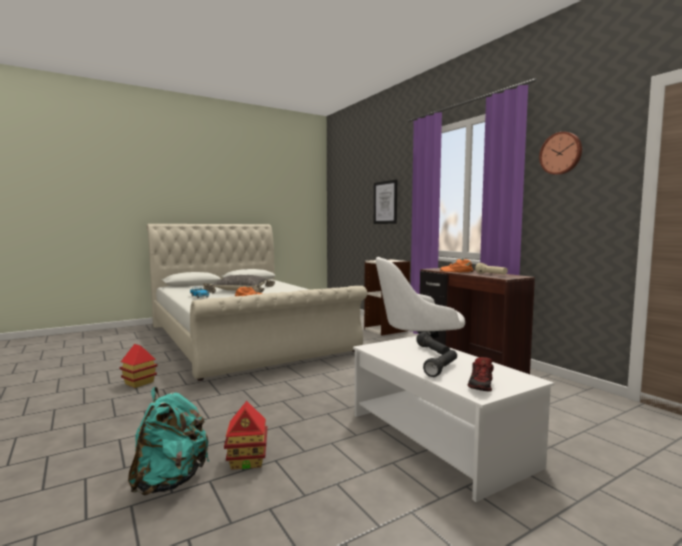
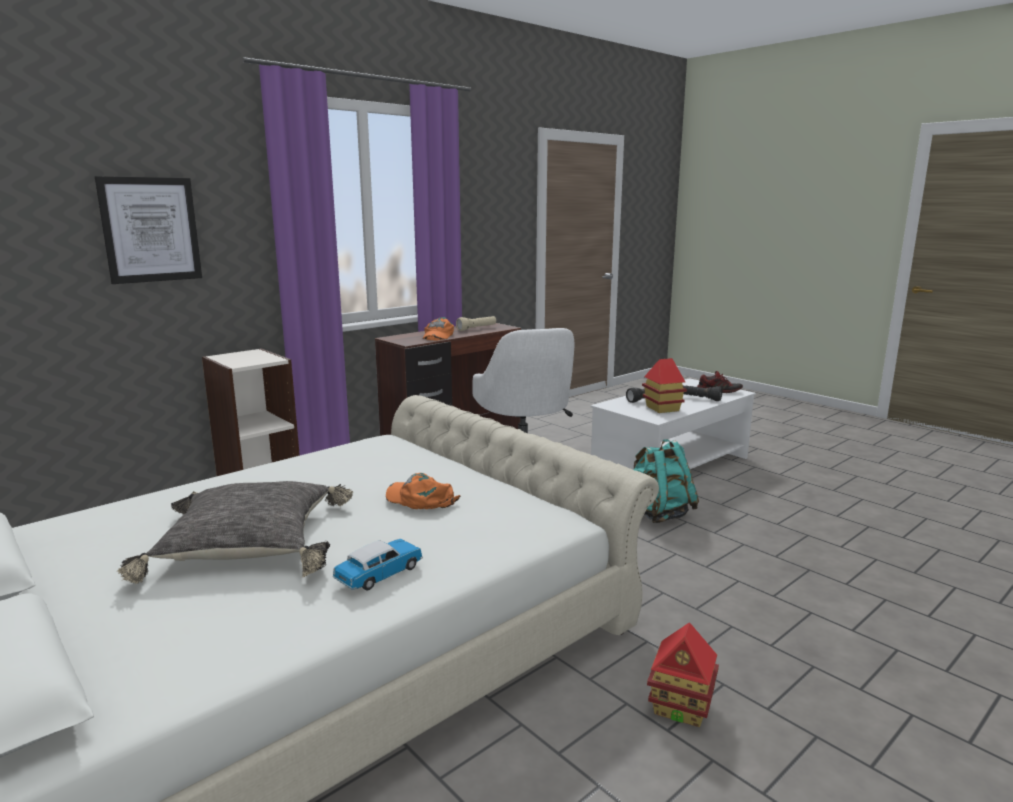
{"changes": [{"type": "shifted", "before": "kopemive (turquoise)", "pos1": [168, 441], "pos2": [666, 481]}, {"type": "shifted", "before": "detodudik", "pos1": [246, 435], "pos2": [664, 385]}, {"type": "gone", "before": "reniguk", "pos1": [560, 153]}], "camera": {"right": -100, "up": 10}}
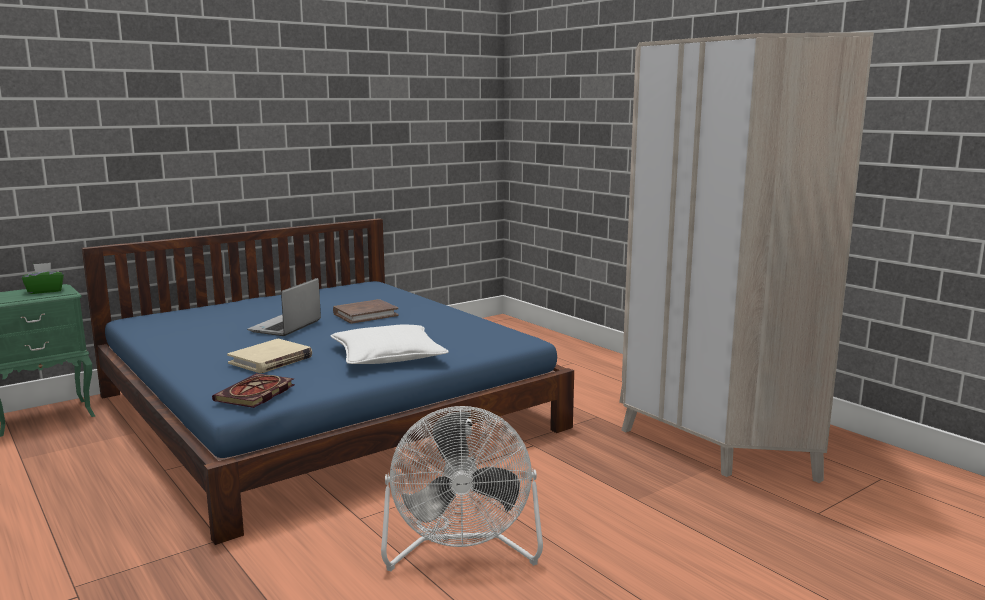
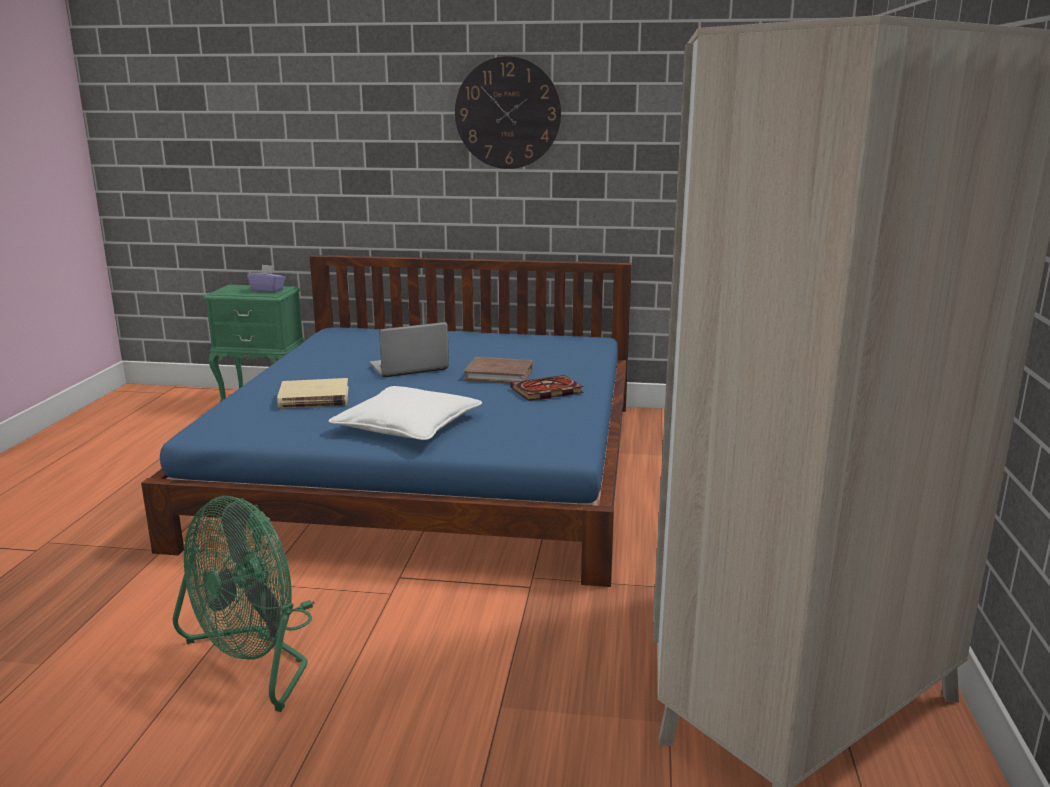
{"changes": [{"type": "repainted", "before": "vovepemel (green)", "after": "vovepemel (purple)", "pos1": [43, 278], "pos2": [266, 279]}, {"type": "shifted", "before": "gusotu", "pos1": [253, 390], "pos2": [547, 388]}, {"type": "repainted", "before": "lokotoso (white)", "after": "lokotoso (green)", "pos1": [462, 488], "pos2": [244, 604]}, {"type": "new", "after": "reniguk", "pos2": [508, 112]}], "camera": {"right": 45, "up": 5}}
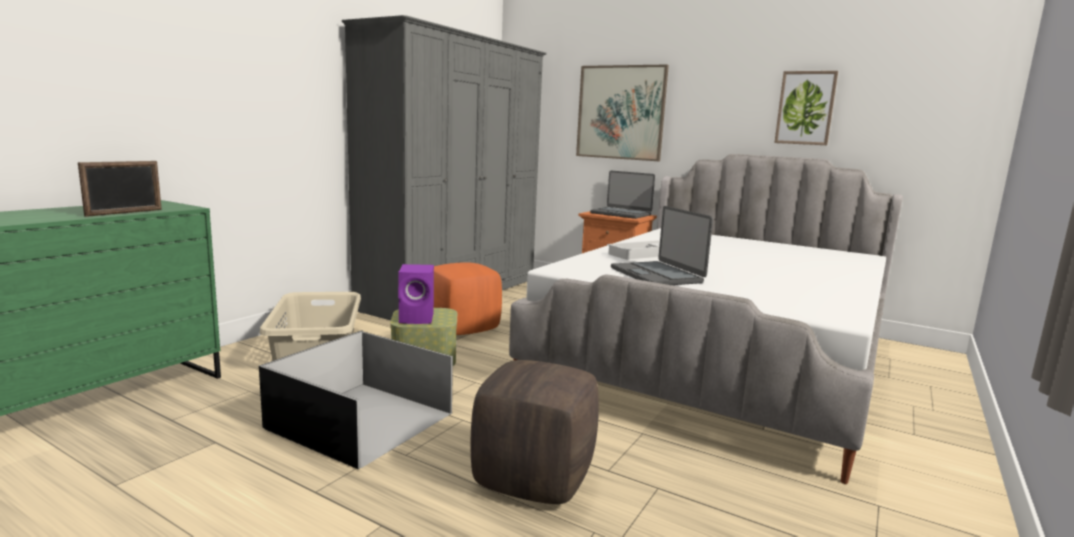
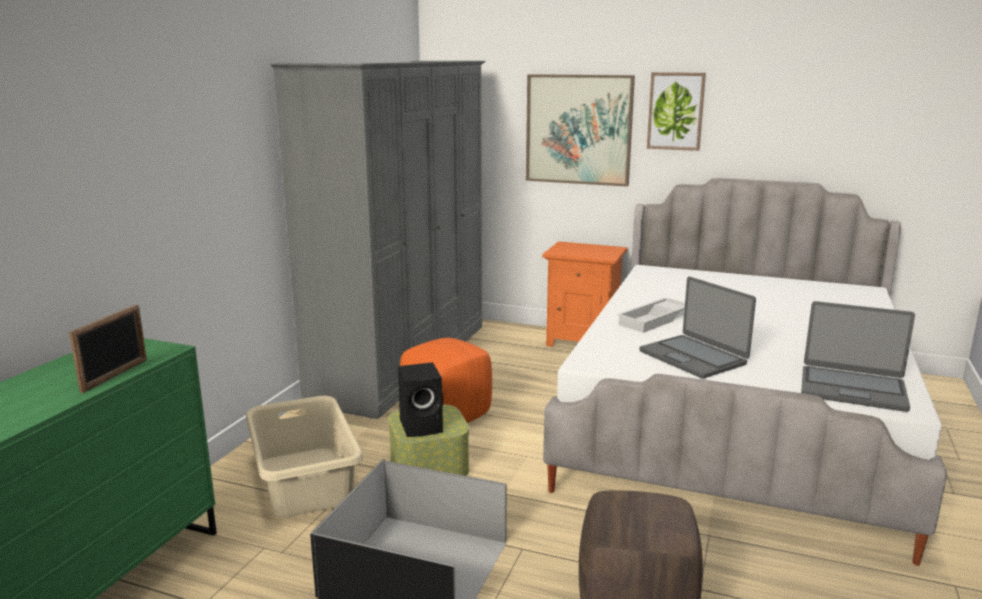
{"changes": [{"type": "repainted", "before": "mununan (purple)", "after": "mununan (black)", "pos1": [416, 294], "pos2": [420, 399]}, {"type": "shifted", "before": "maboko", "pos1": [622, 195], "pos2": [858, 356]}, {"type": "shifted", "before": "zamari", "pos1": [806, 108], "pos2": [676, 111]}], "camera": {"right": -10, "up": 5}}
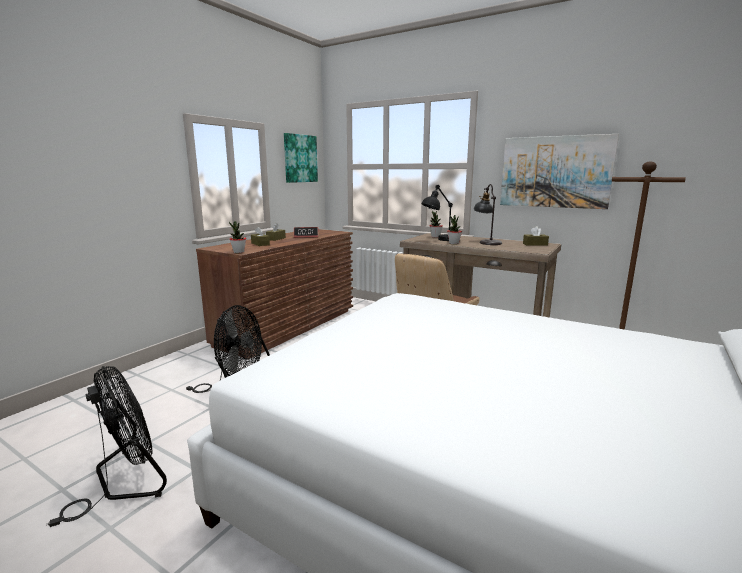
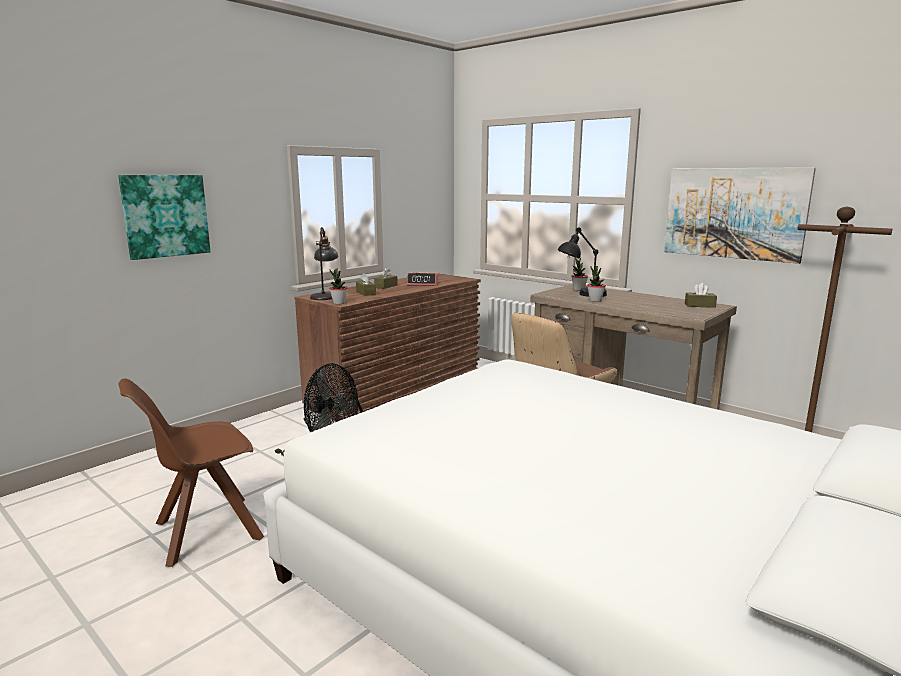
{"changes": [{"type": "swapped", "before": "lokotoso (black)", "after": "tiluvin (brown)", "pos1": [106, 446], "pos2": [191, 472]}, {"type": "shifted", "before": "zamari", "pos1": [301, 158], "pos2": [164, 217]}, {"type": "shifted", "before": "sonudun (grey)", "pos1": [488, 214], "pos2": [324, 263]}], "camera": {"right": 10, "up": 0}}
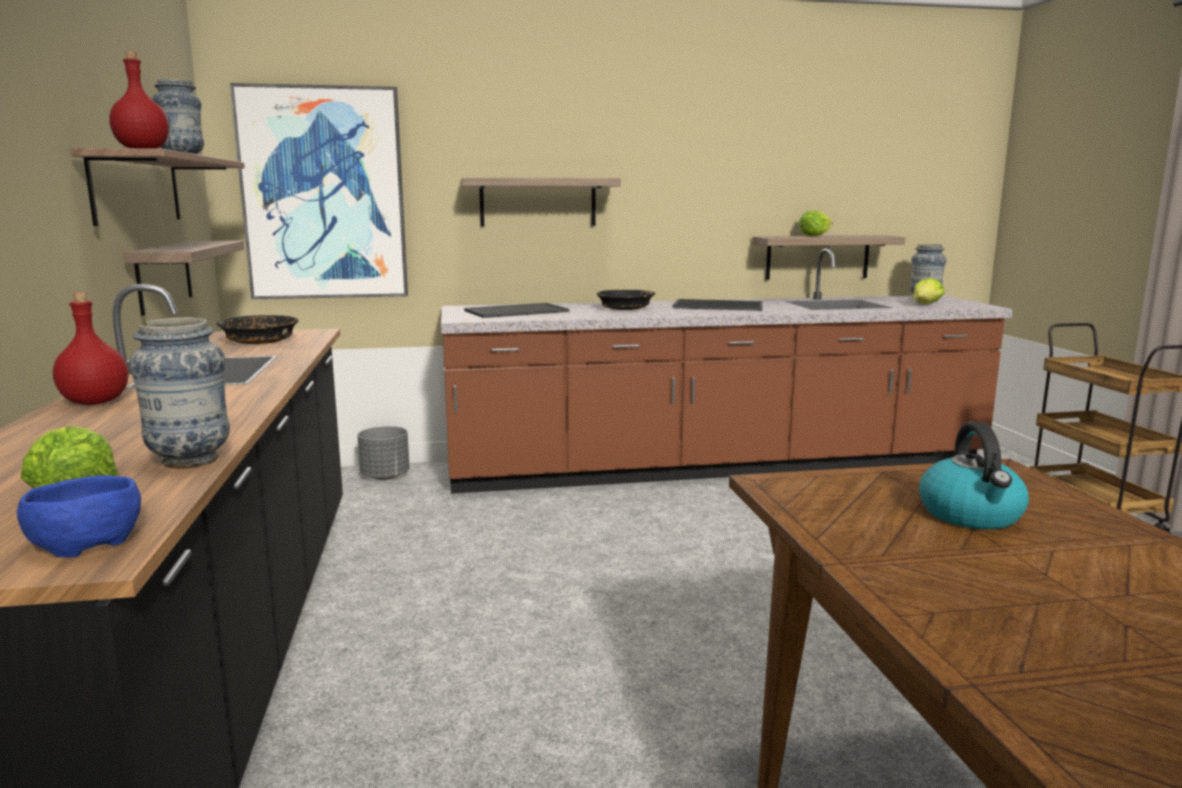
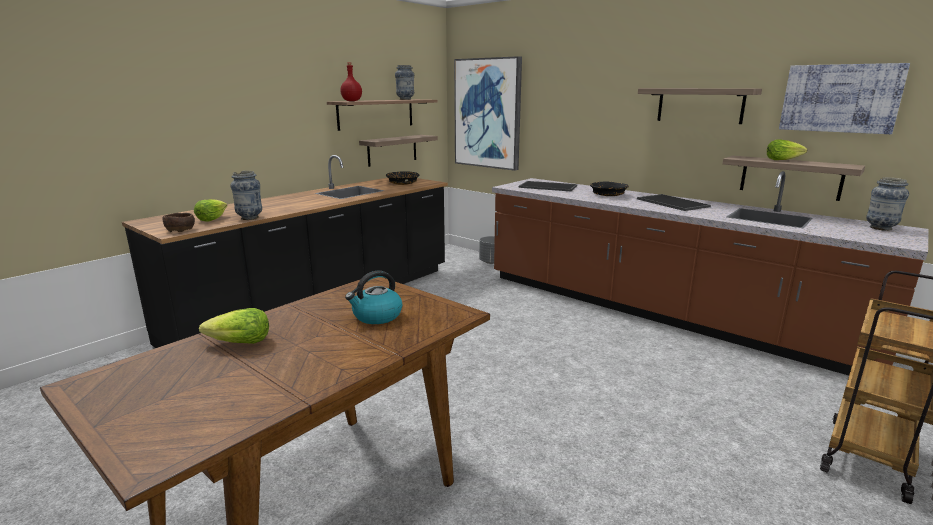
{"changes": [{"type": "repainted", "before": "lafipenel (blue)", "after": "lafipenel (brown)", "pos1": [79, 516], "pos2": [179, 222]}, {"type": "gone", "before": "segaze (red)", "pos1": [90, 348]}, {"type": "shifted", "before": "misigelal", "pos1": [541, 201], "pos2": [700, 106]}, {"type": "shifted", "before": "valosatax", "pos1": [929, 291], "pos2": [234, 326]}, {"type": "new", "after": "zamari", "pos2": [844, 98]}], "camera": {"right": 50, "up": 5}}
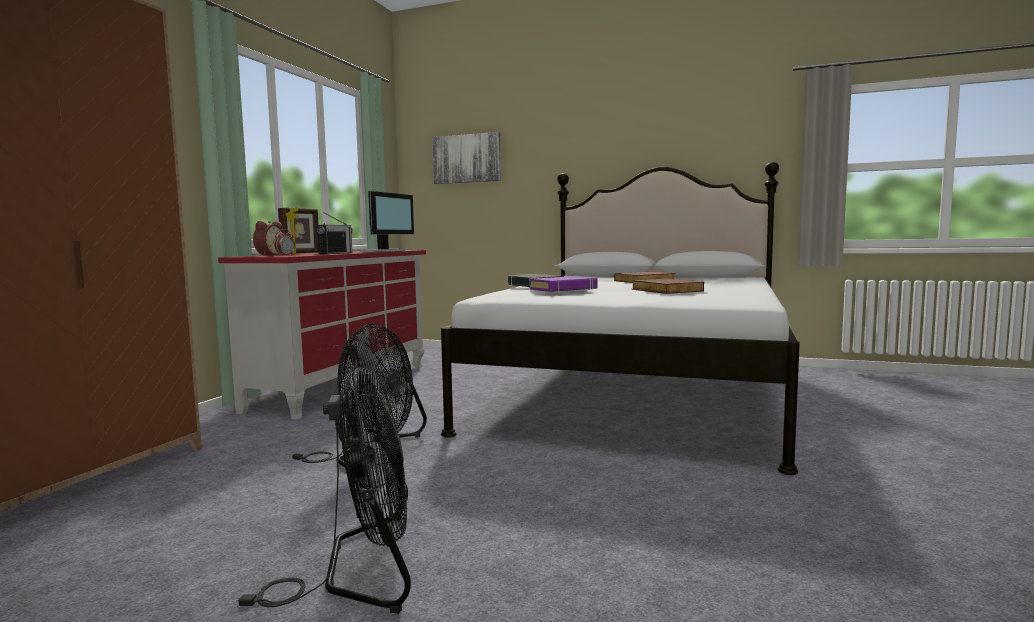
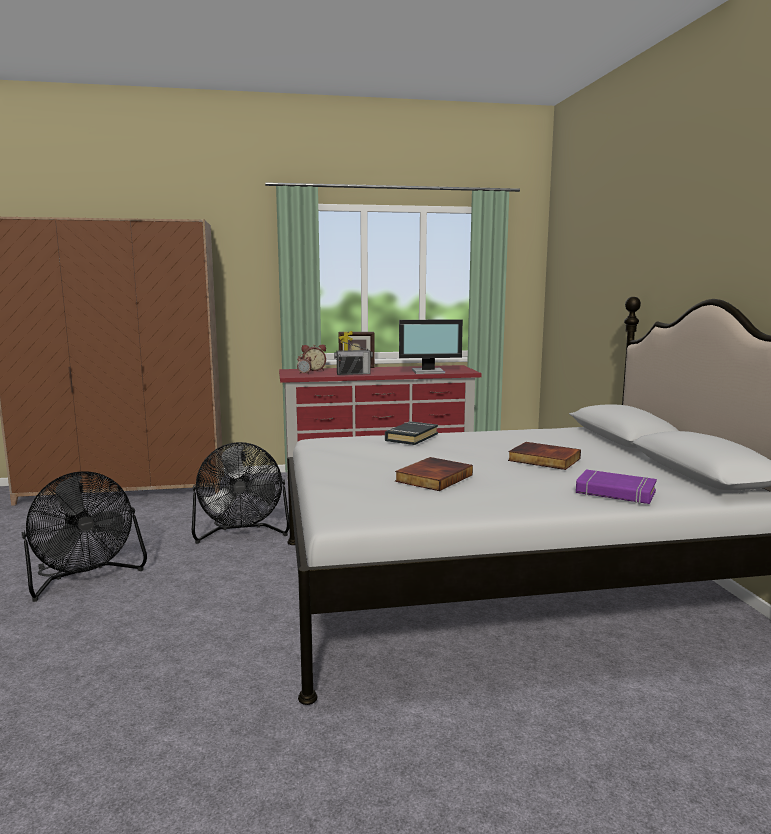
{"changes": [{"type": "gone", "before": "zamari", "pos1": [466, 158]}, {"type": "shifted", "before": "gusotu (purple)", "pos1": [563, 284], "pos2": [616, 486]}], "camera": {"right": 60, "up": 5}}
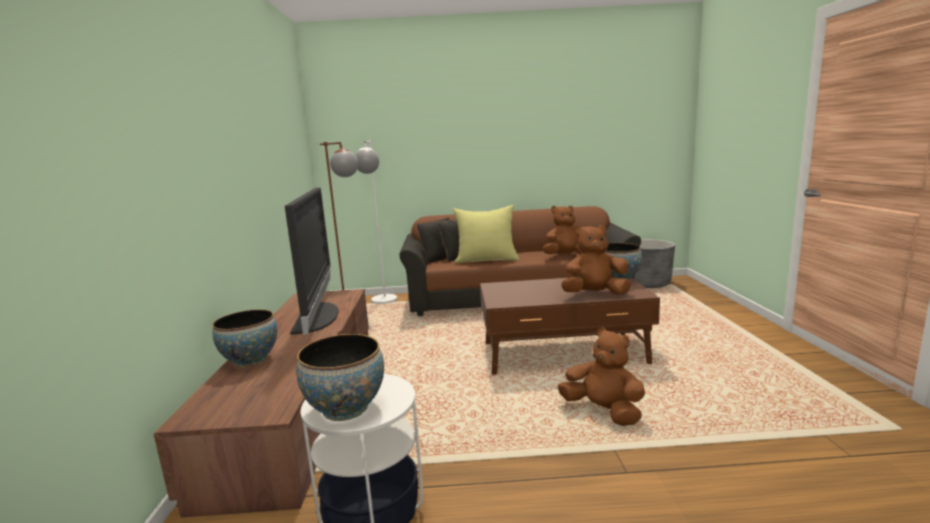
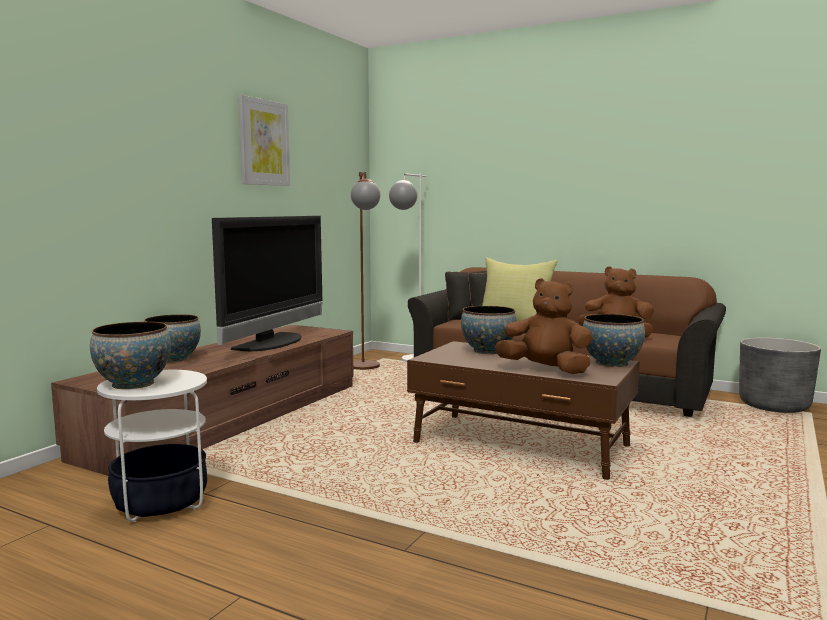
{"changes": [{"type": "gone", "before": "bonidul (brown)", "pos1": [601, 376]}, {"type": "new", "after": "zamari", "pos2": [264, 140]}, {"type": "new", "after": "lafipenel", "pos2": [489, 330]}], "camera": {"right": 30, "up": -5}}
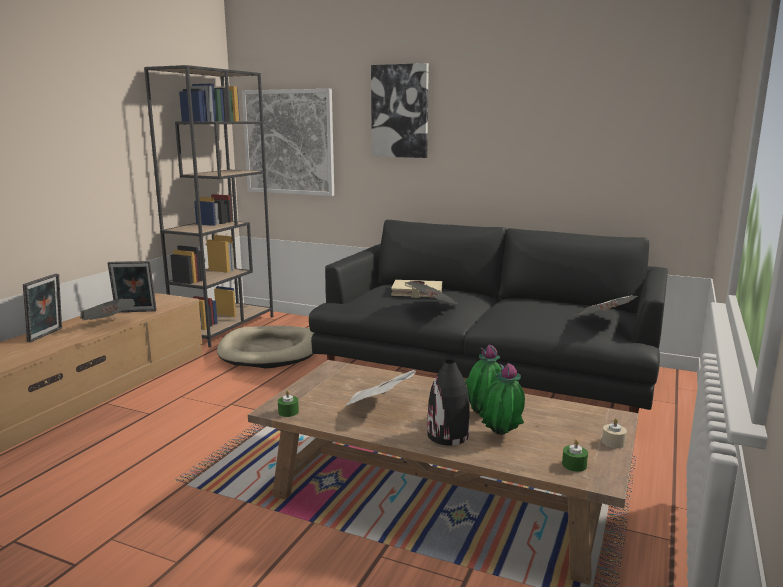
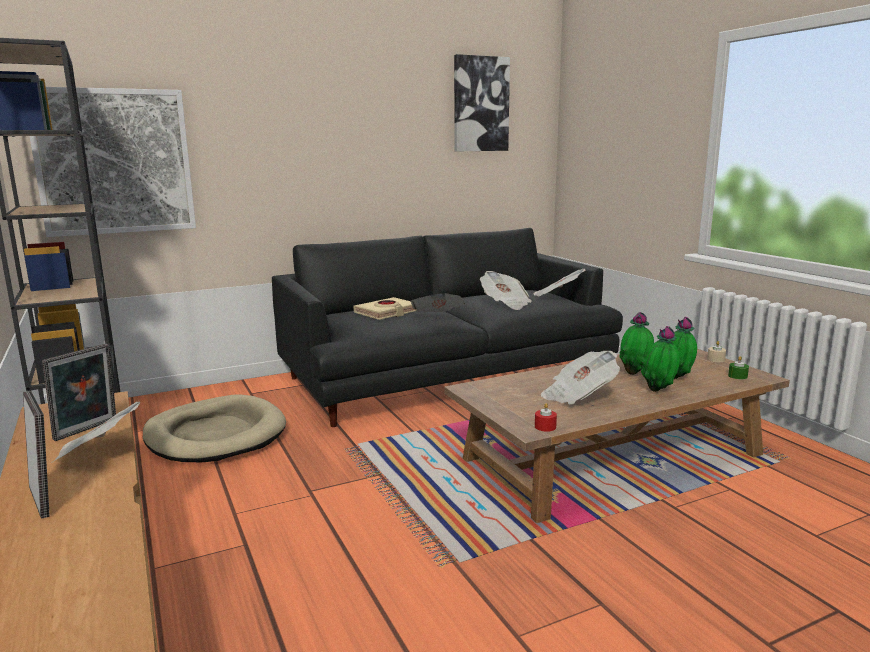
{"changes": [{"type": "repainted", "before": "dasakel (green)", "after": "dasakel (red)", "pos1": [288, 403], "pos2": [546, 417]}, {"type": "shifted", "before": "zamari", "pos1": [400, 110], "pos2": [482, 102]}, {"type": "swapped", "before": "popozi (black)", "after": "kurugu", "pos1": [448, 403], "pos2": [660, 359]}, {"type": "new", "after": "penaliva", "pos2": [506, 290]}], "camera": {"right": -50, "up": 0}}
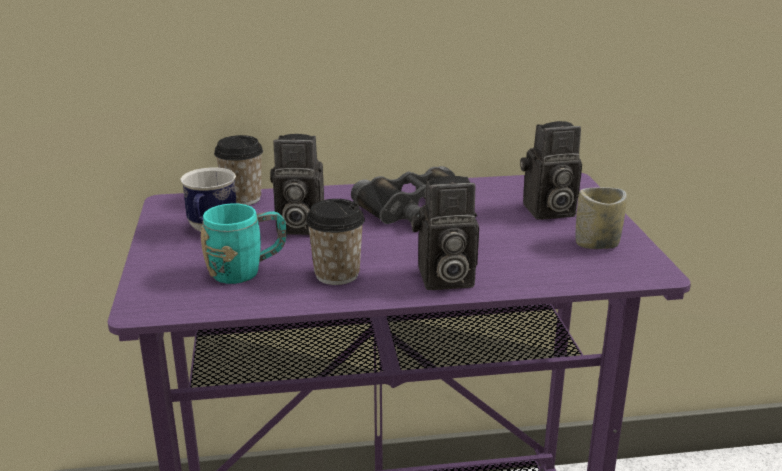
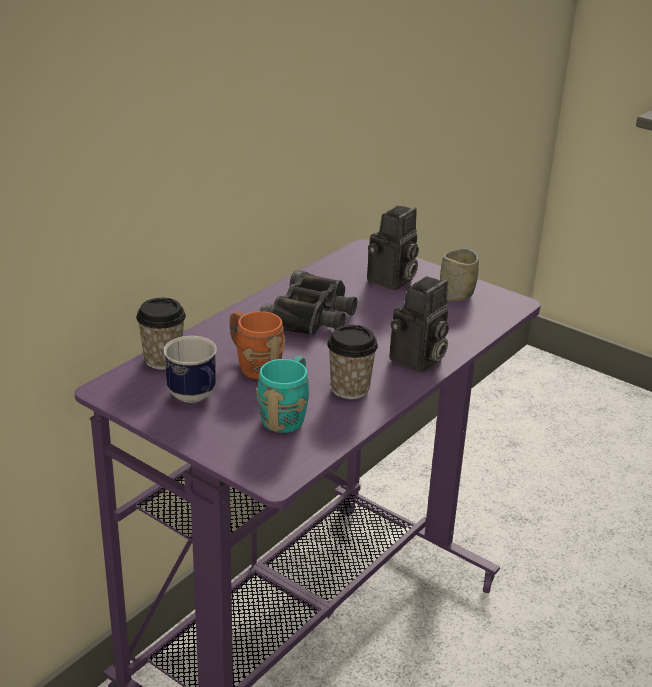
{"changes": [{"type": "swapped", "before": "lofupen", "after": "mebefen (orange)", "pos1": [297, 184], "pos2": [257, 345]}], "camera": {"right": -45, "up": 5}}
